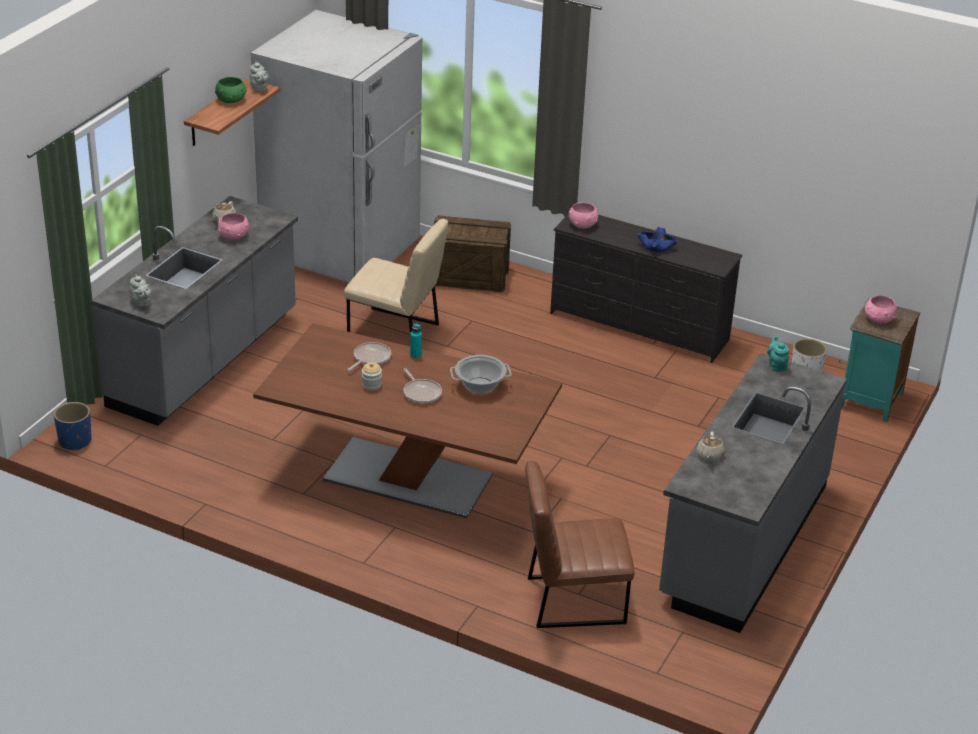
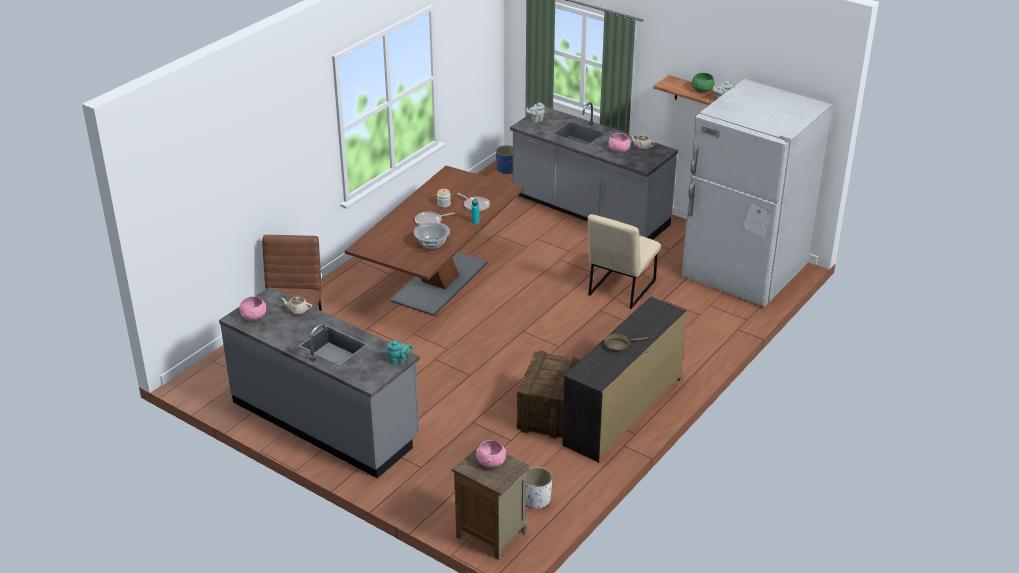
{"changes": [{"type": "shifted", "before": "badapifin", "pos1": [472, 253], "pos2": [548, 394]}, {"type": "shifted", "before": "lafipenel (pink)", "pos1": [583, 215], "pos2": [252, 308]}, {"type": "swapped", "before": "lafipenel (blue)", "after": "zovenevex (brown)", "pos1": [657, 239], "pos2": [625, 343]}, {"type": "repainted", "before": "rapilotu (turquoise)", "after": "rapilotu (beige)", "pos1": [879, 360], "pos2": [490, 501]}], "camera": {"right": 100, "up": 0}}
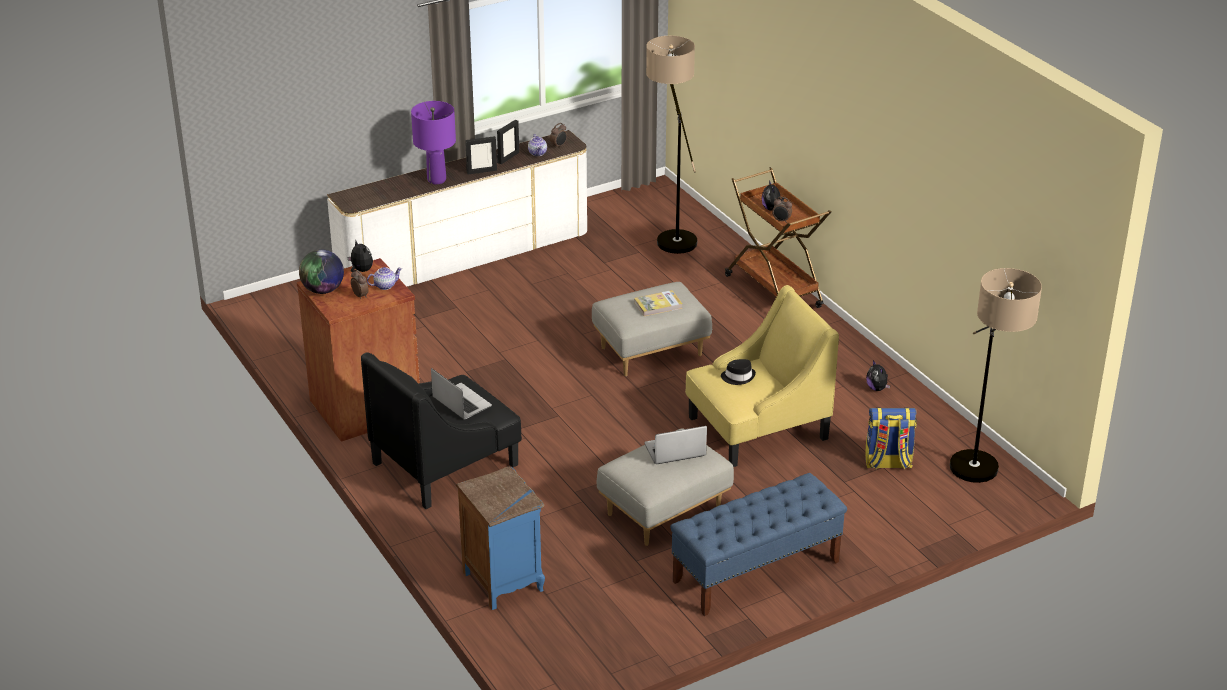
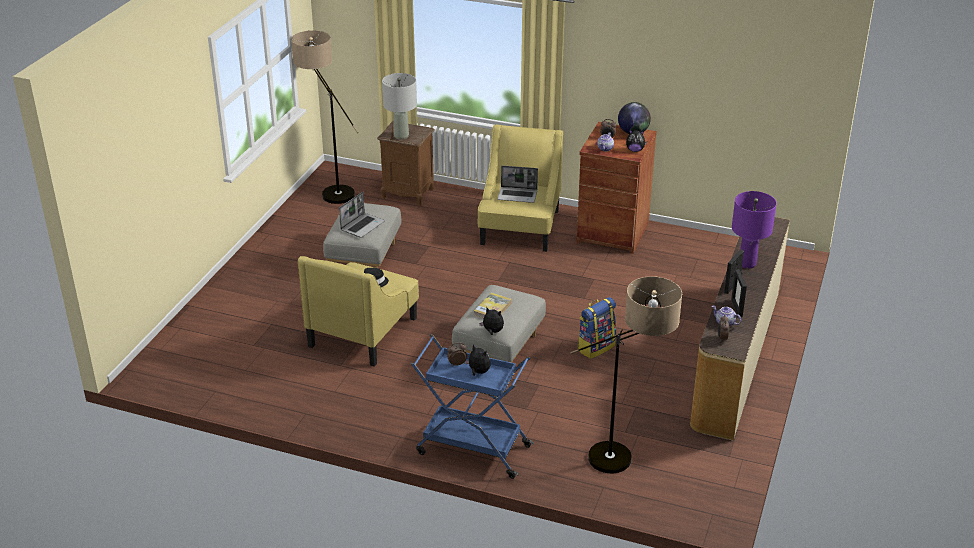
{"changes": [{"type": "repainted", "before": "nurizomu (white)", "after": "nurizomu (brown)", "pos1": [457, 208], "pos2": [740, 329]}, {"type": "repainted", "before": "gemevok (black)", "after": "gemevok (yellow)", "pos1": [441, 430], "pos2": [520, 188]}, {"type": "repainted", "before": "rapilotu (blue)", "after": "rapilotu (brown)", "pos1": [500, 538], "pos2": [406, 163]}, {"type": "gone", "before": "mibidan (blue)", "pos1": [758, 544]}, {"type": "repainted", "before": "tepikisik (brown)", "after": "tepikisik (blue)", "pos1": [777, 237], "pos2": [472, 406]}, {"type": "shifted", "before": "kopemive", "pos1": [891, 438], "pos2": [596, 328]}, {"type": "shifted", "before": "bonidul", "pos1": [878, 375], "pos2": [491, 321]}, {"type": "shifted", "before": "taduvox", "pos1": [996, 375], "pos2": [324, 117]}, {"type": "new", "after": "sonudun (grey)", "pos2": [399, 106]}], "camera": {"right": 140, "up": 0}}
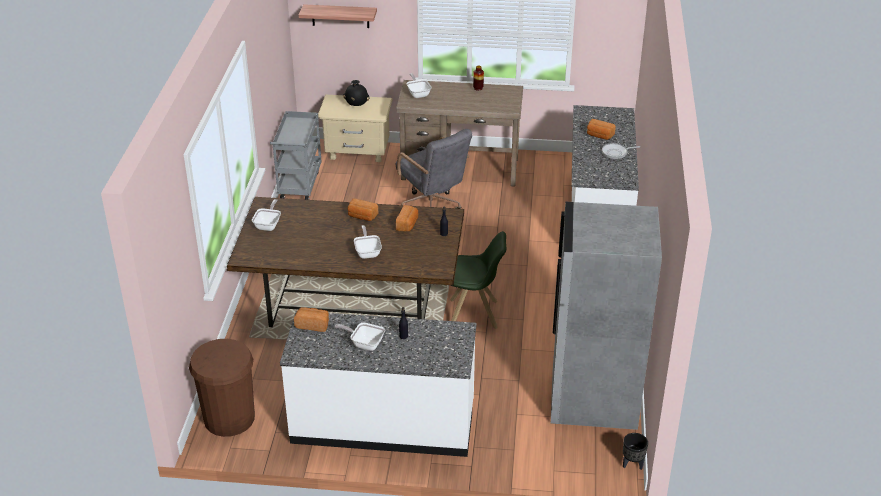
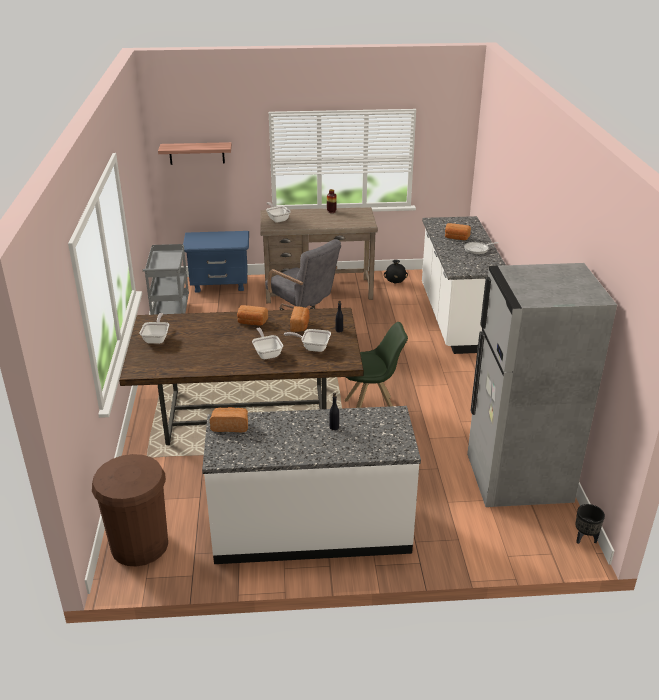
{"changes": [{"type": "repainted", "before": "rapilotu (beige)", "after": "rapilotu (blue)", "pos1": [355, 128], "pos2": [216, 262]}, {"type": "shifted", "before": "zovenevex", "pos1": [360, 337], "pos2": [307, 340]}, {"type": "shifted", "before": "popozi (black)", "pos1": [356, 93], "pos2": [396, 272]}], "camera": {"right": -10, "up": -5}}
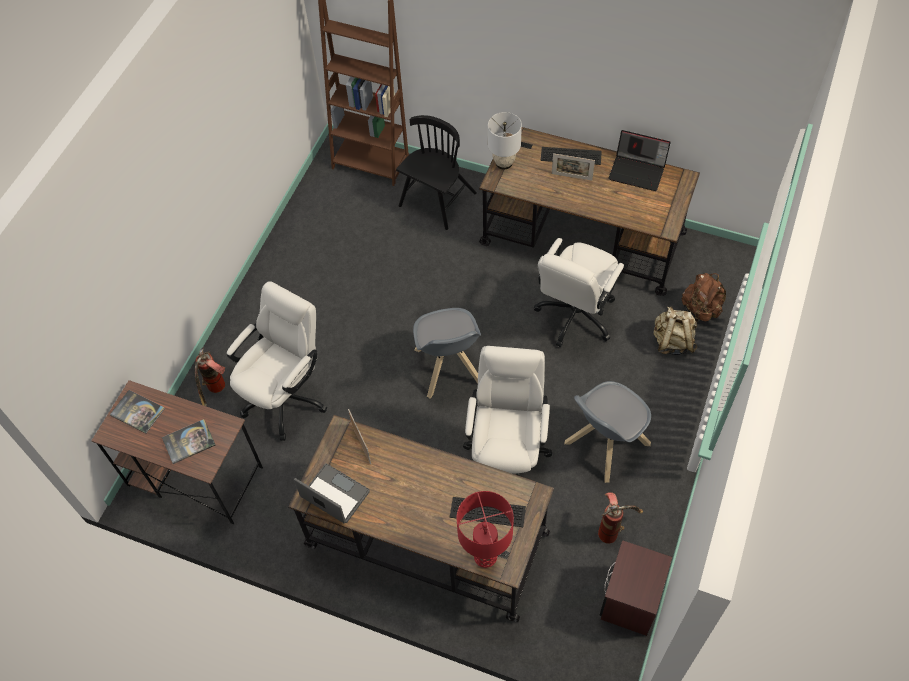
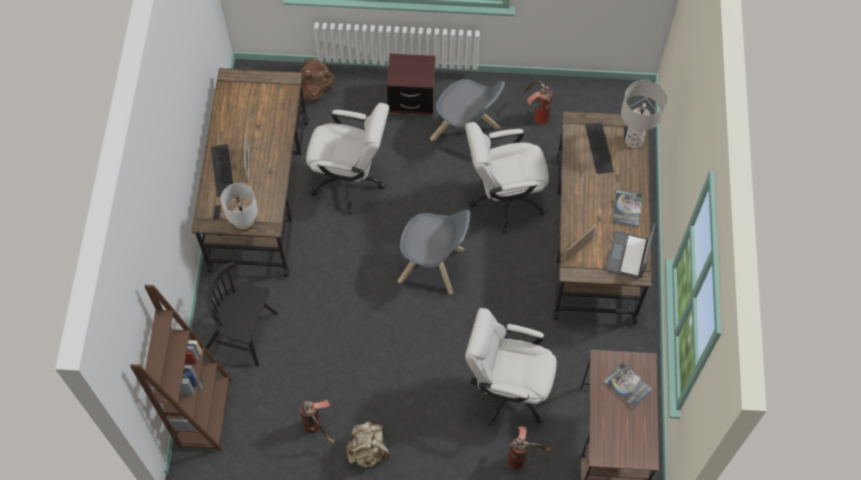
{"changes": [{"type": "shifted", "before": "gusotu", "pos1": [137, 412], "pos2": [627, 208]}, {"type": "rotated", "before": "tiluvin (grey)", "pos1": [447, 353], "pos2": [434, 252], "turn": 45}, {"type": "repainted", "before": "sonudun (red)", "after": "sonudun (white)", "pos1": [485, 529], "pos2": [644, 114]}, {"type": "shifted", "before": "rapilotu (brown)", "pos1": [636, 588], "pos2": [411, 84]}, {"type": "gone", "before": "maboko", "pos1": [639, 160]}, {"type": "shifted", "before": "kopemive (beige)", "pos1": [675, 330], "pos2": [367, 444]}, {"type": "new", "after": "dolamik", "pos2": [317, 421]}], "camera": {"right": -110, "up": 5}}
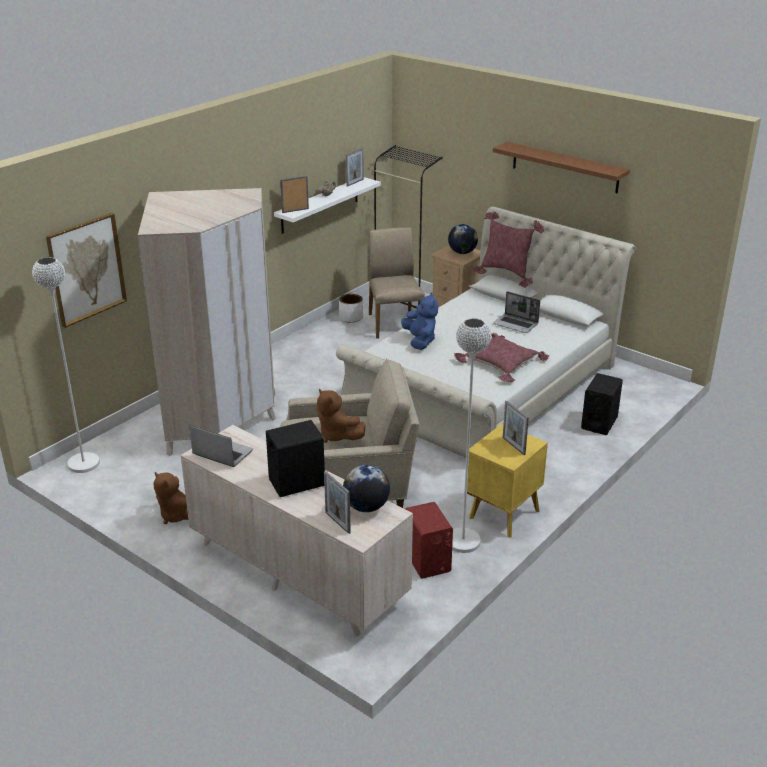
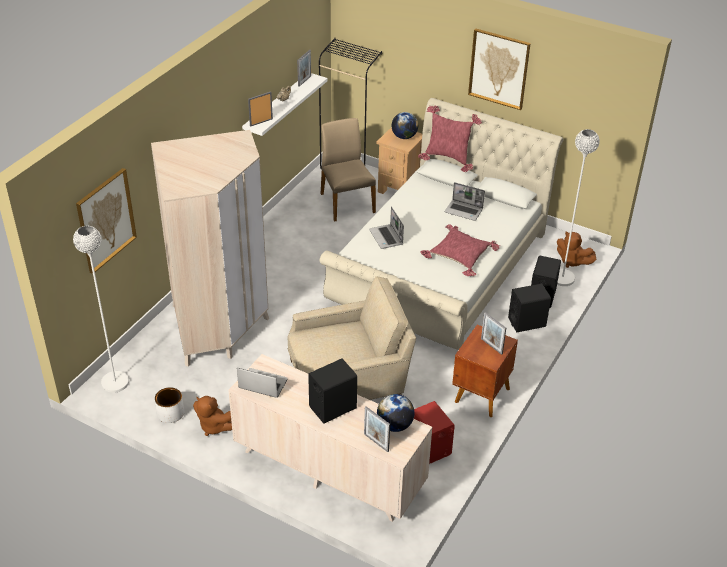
{"changes": [{"type": "shifted", "before": "bonidul (brown)", "pos1": [341, 416], "pos2": [577, 250]}, {"type": "shifted", "before": "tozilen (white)", "pos1": [351, 308], "pos2": [169, 405]}, {"type": "swapped", "before": "bonidul (blue)", "after": "maboko", "pos1": [419, 321], "pos2": [386, 228]}, {"type": "shifted", "before": "taduvox (white)", "pos1": [471, 435], "pos2": [578, 207]}, {"type": "repainted", "before": "rapilotu (yellow)", "after": "rapilotu (brown)", "pos1": [507, 481], "pos2": [485, 370]}, {"type": "swapped", "before": "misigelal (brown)", "after": "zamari", "pos1": [561, 167], "pos2": [499, 69]}, {"type": "new", "after": "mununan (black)", "pos2": [529, 308]}], "camera": {"right": -10, "up": 10}}
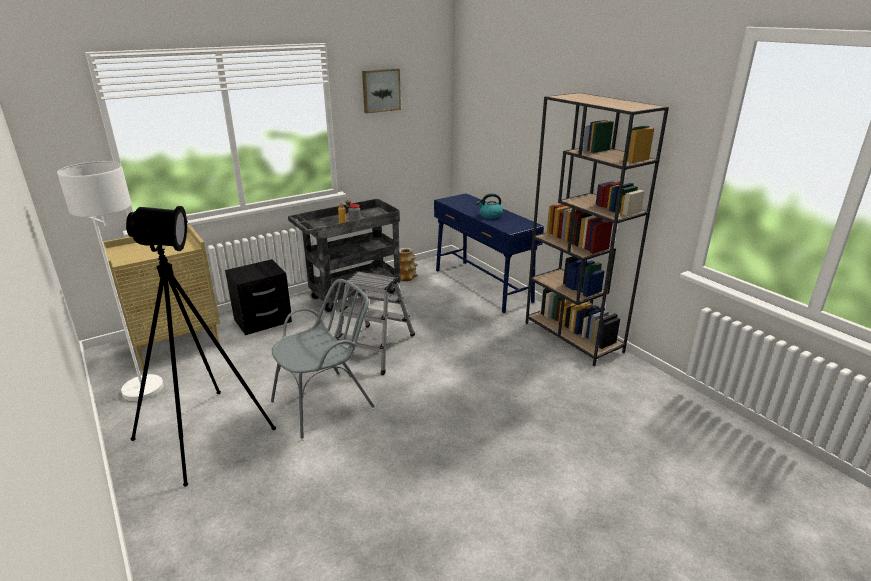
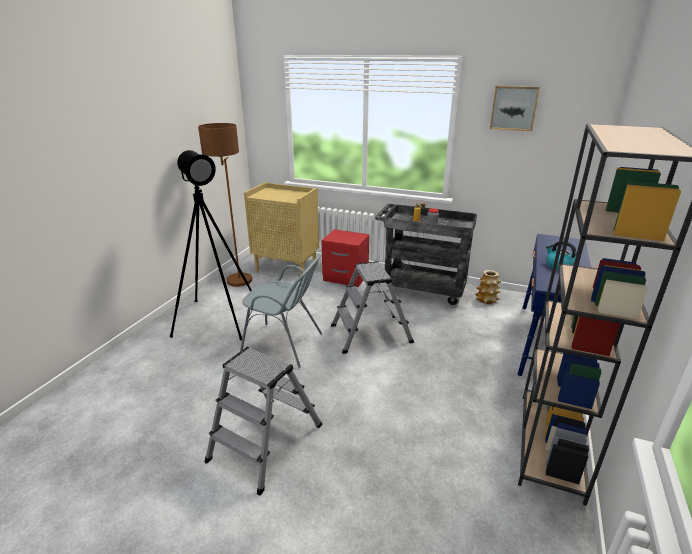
{"changes": [{"type": "repainted", "before": "taduvox (white)", "after": "taduvox (brown)", "pos1": [110, 281], "pos2": [225, 205]}, {"type": "repainted", "before": "rapilotu (black)", "after": "rapilotu (red)", "pos1": [258, 297], "pos2": [345, 258]}, {"type": "new", "after": "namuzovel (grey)", "pos2": [263, 421]}], "camera": {"right": 55, "up": 0}}
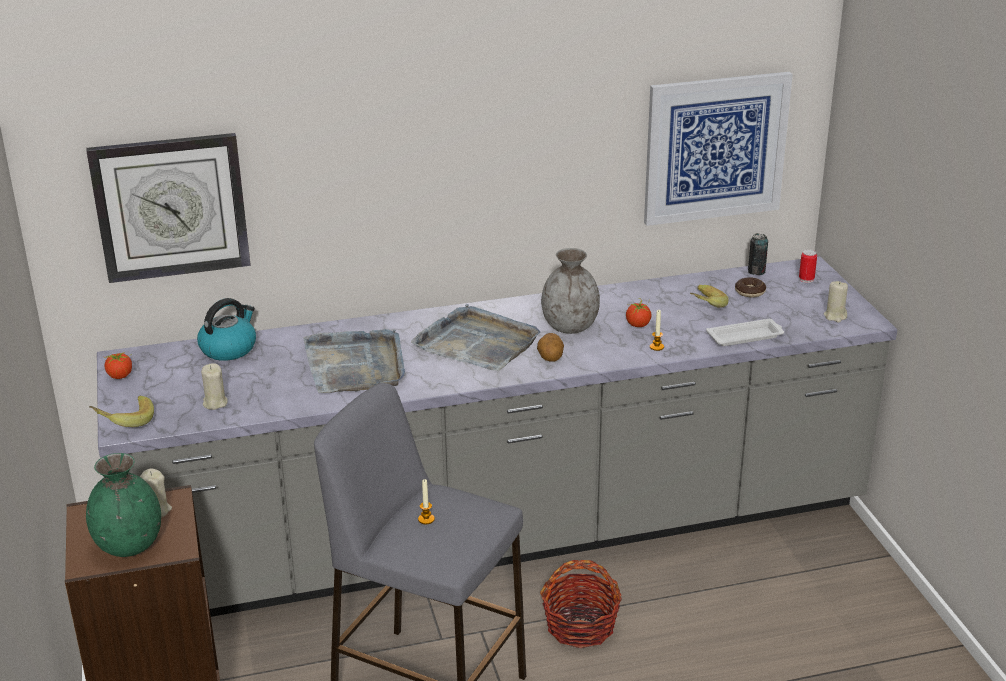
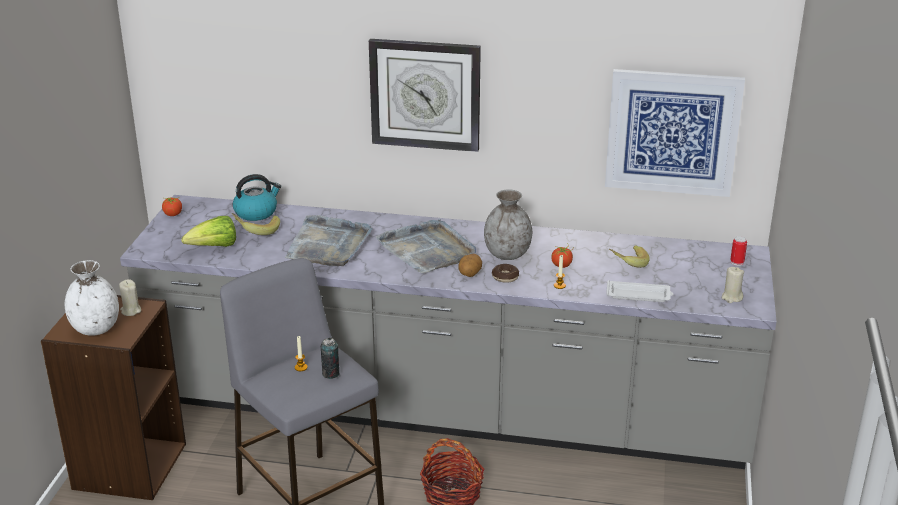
{"changes": [{"type": "shifted", "before": "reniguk", "pos1": [168, 208], "pos2": [425, 95]}, {"type": "repainted", "before": "popozi (green)", "after": "popozi (white)", "pos1": [123, 505], "pos2": [92, 298]}, {"type": "shifted", "before": "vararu", "pos1": [121, 411], "pos2": [256, 224]}, {"type": "swapped", "before": "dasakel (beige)", "after": "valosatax", "pos1": [214, 386], "pos2": [209, 231]}, {"type": "shifted", "before": "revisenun", "pos1": [750, 287], "pos2": [505, 273]}, {"type": "shifted", "before": "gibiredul", "pos1": [758, 254], "pos2": [330, 358]}], "camera": {"right": 25, "up": 0}}
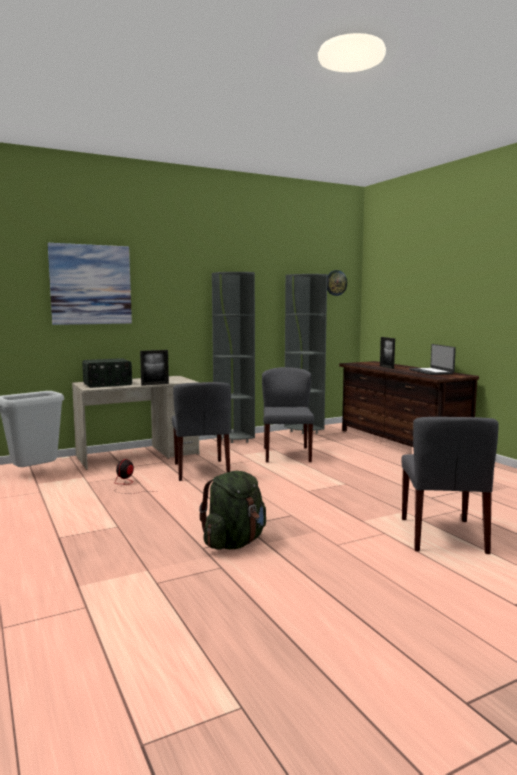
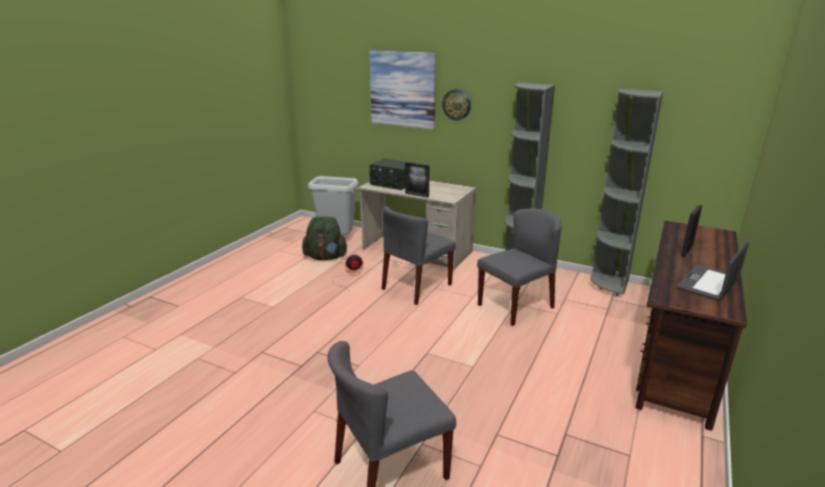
{"changes": [{"type": "shifted", "before": "kopemive (green)", "pos1": [232, 510], "pos2": [325, 238]}, {"type": "shifted", "before": "reniguk", "pos1": [337, 283], "pos2": [456, 105]}], "camera": {"right": 55, "up": 15}}
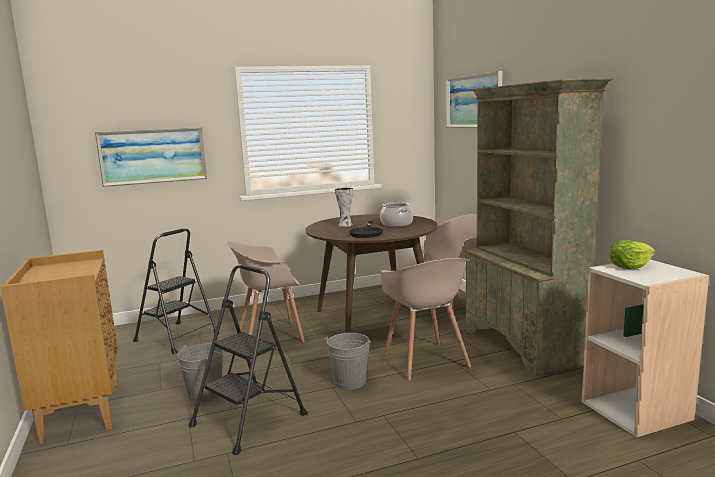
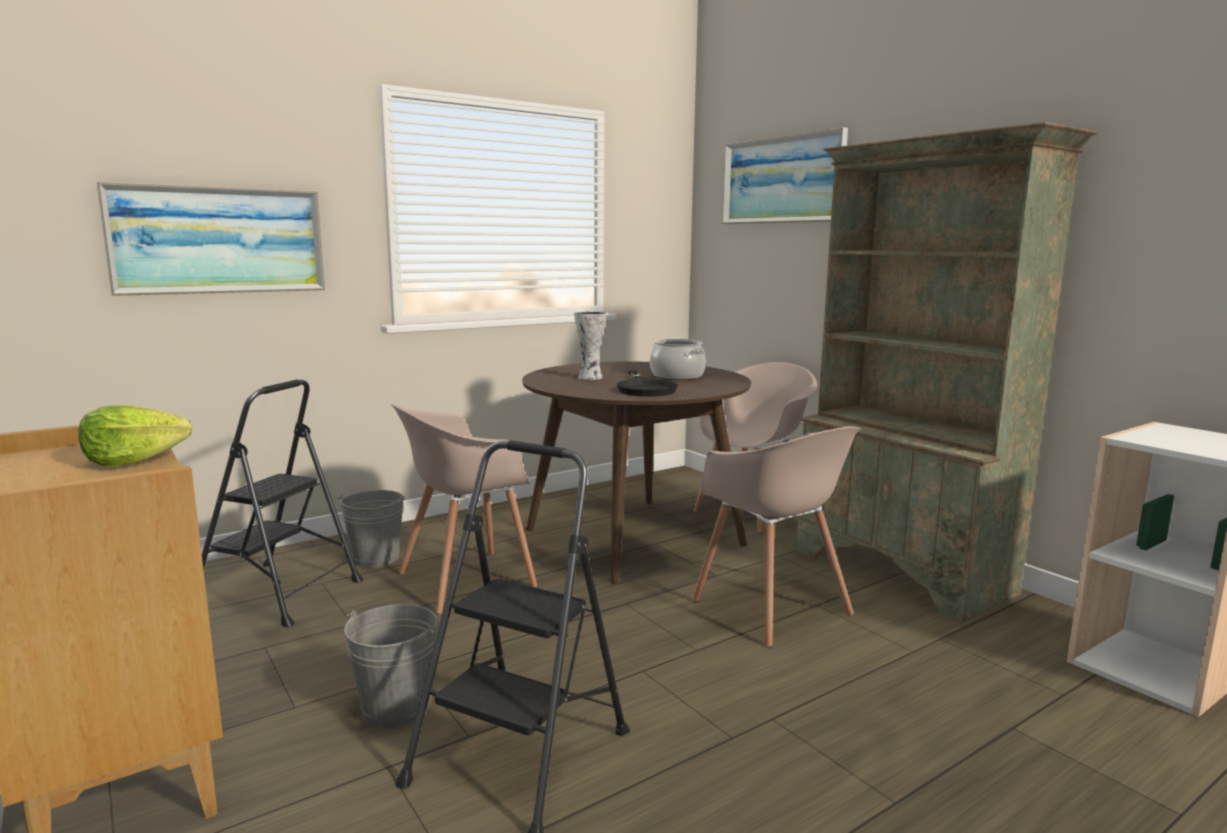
{"changes": [{"type": "shifted", "before": "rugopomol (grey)", "pos1": [347, 361], "pos2": [371, 528]}, {"type": "shifted", "before": "valosatax", "pos1": [632, 254], "pos2": [135, 435]}], "camera": {"right": -15, "up": 0}}
